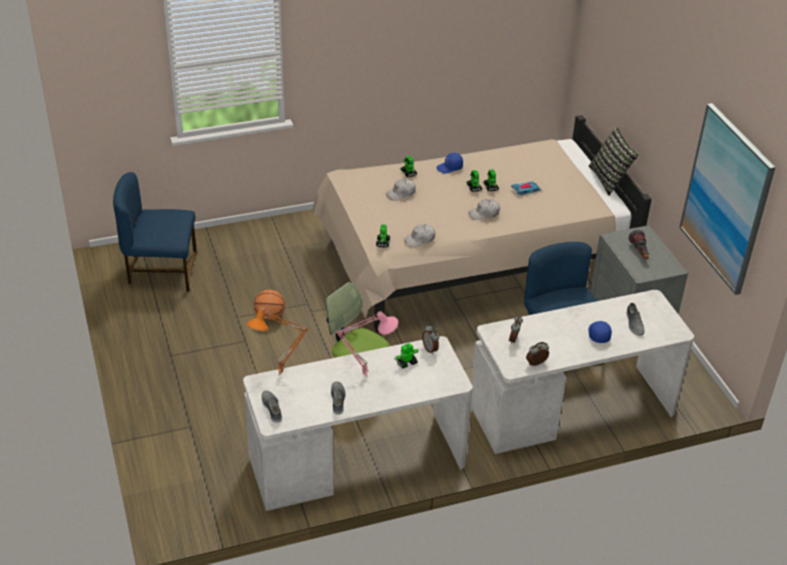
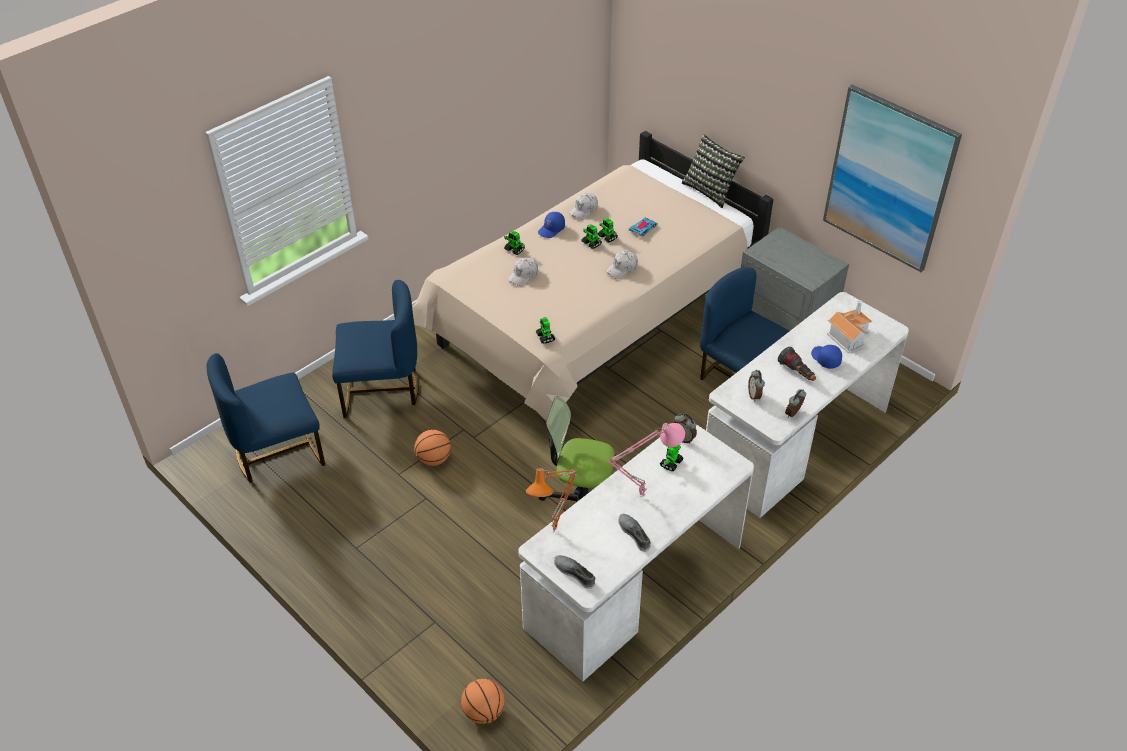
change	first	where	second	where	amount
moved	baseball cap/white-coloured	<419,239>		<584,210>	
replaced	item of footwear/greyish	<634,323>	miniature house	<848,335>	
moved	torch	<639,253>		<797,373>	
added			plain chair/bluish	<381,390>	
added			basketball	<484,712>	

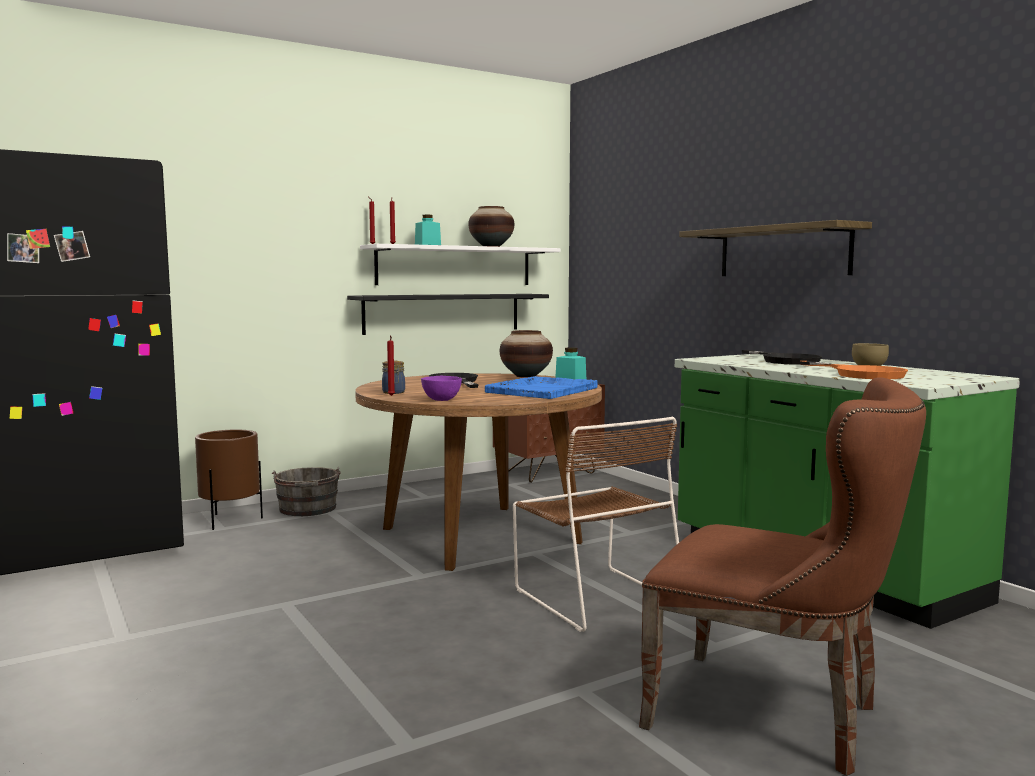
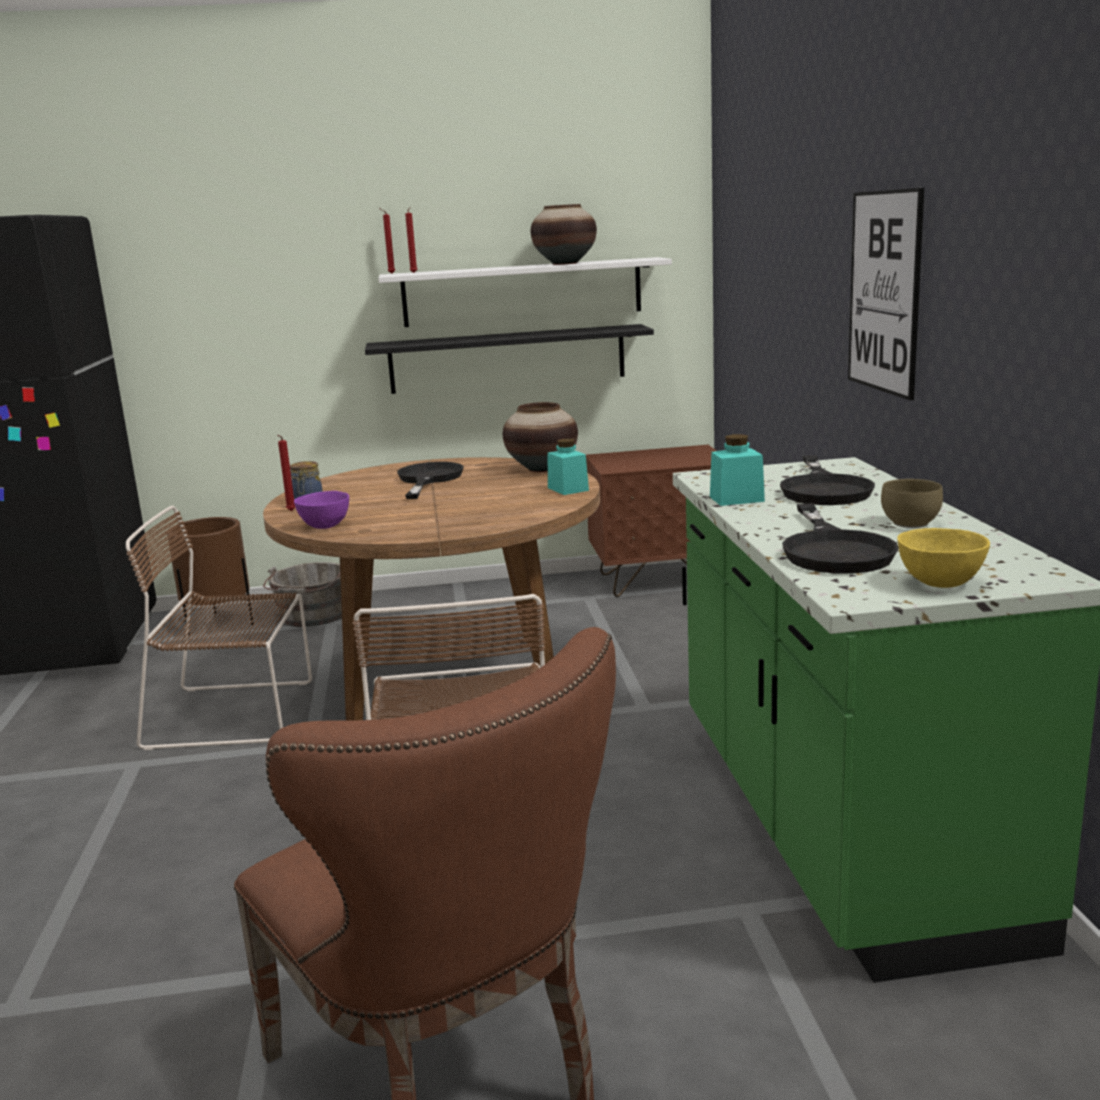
change	first	where	second	where	amount
moved	preserve jar/blue-green	<427,245>		<736,499>	
removed	tray/bluish	<543,390>			
replaced	wall shelf	<783,251>	wall picture	<884,292>	
recoloured	skillet/orange-coloured	<860,374>	skillet/black	<834,550>	
added			plain chair/brown	<237,714>	
added			bowl/yellow-coloured	<939,583>	

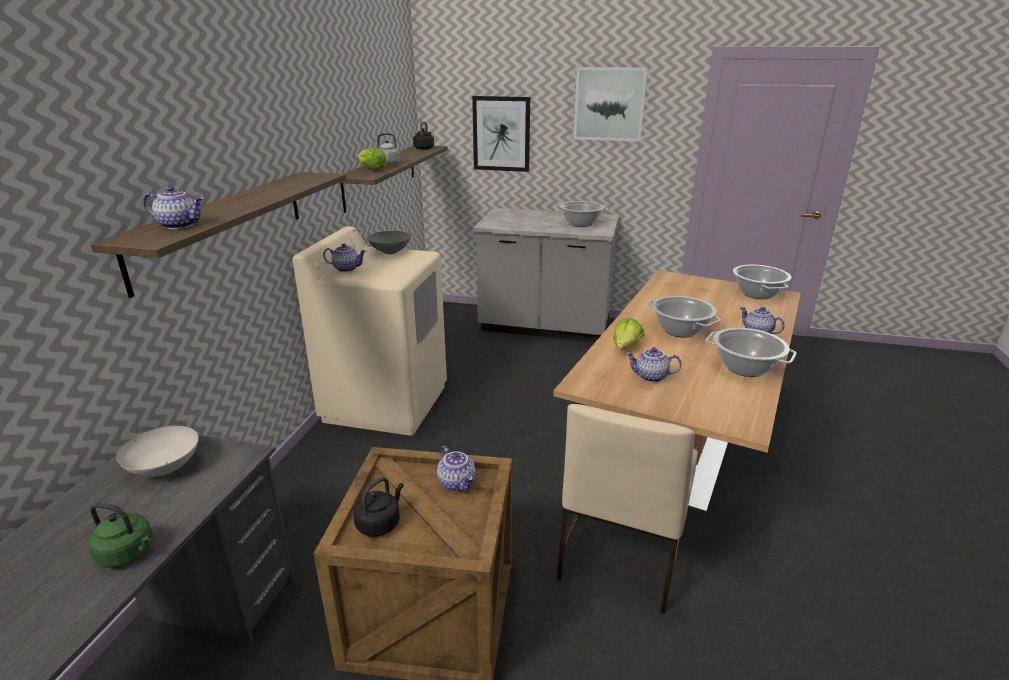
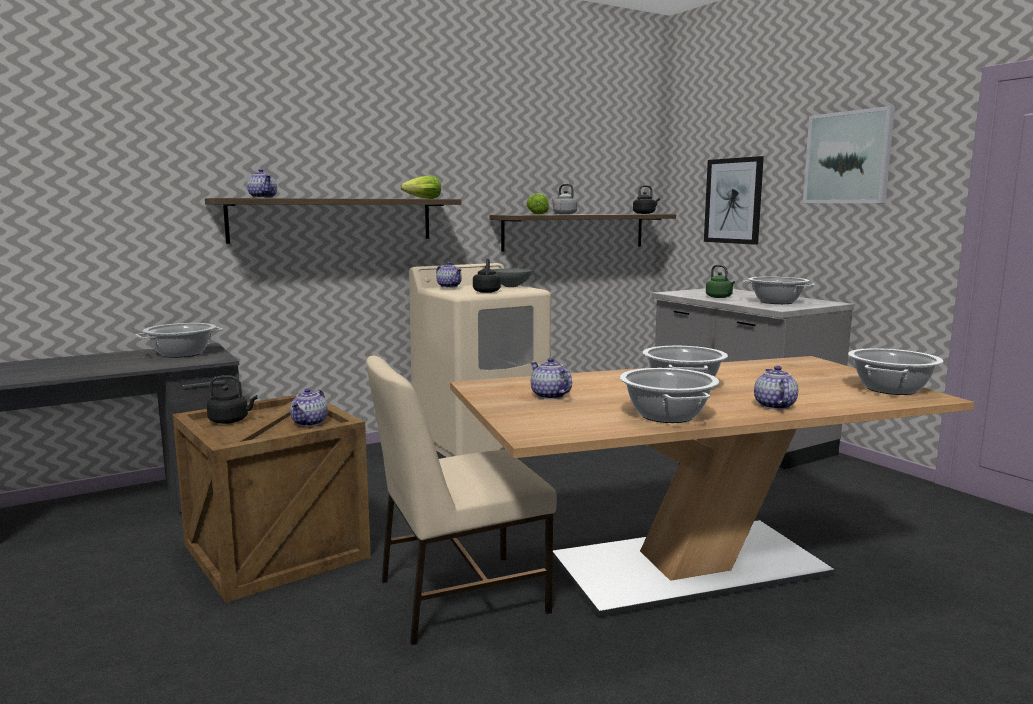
change	first	where	second	where	amount
moved	tea kettle/greenish	<129,554>		<720,297>	
replaced	bowl/white-coloured	<165,467>	saucepot	<182,354>	
moved	lettuce	<626,347>		<423,198>	
added			tea kettle/black	<486,291>	

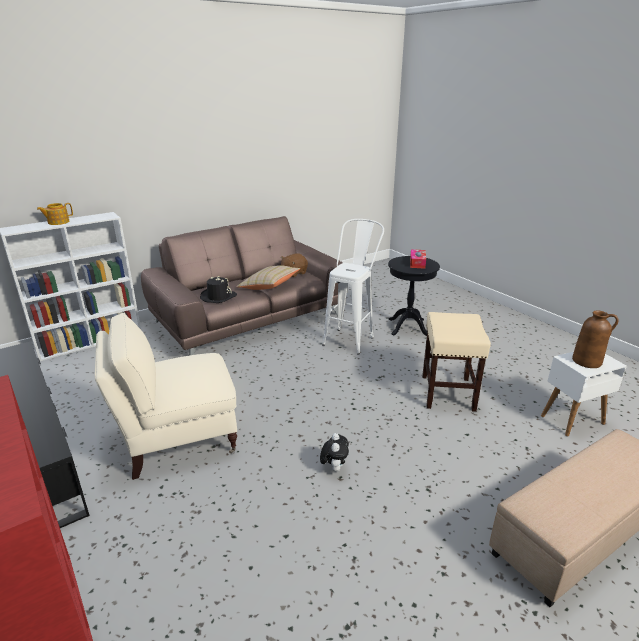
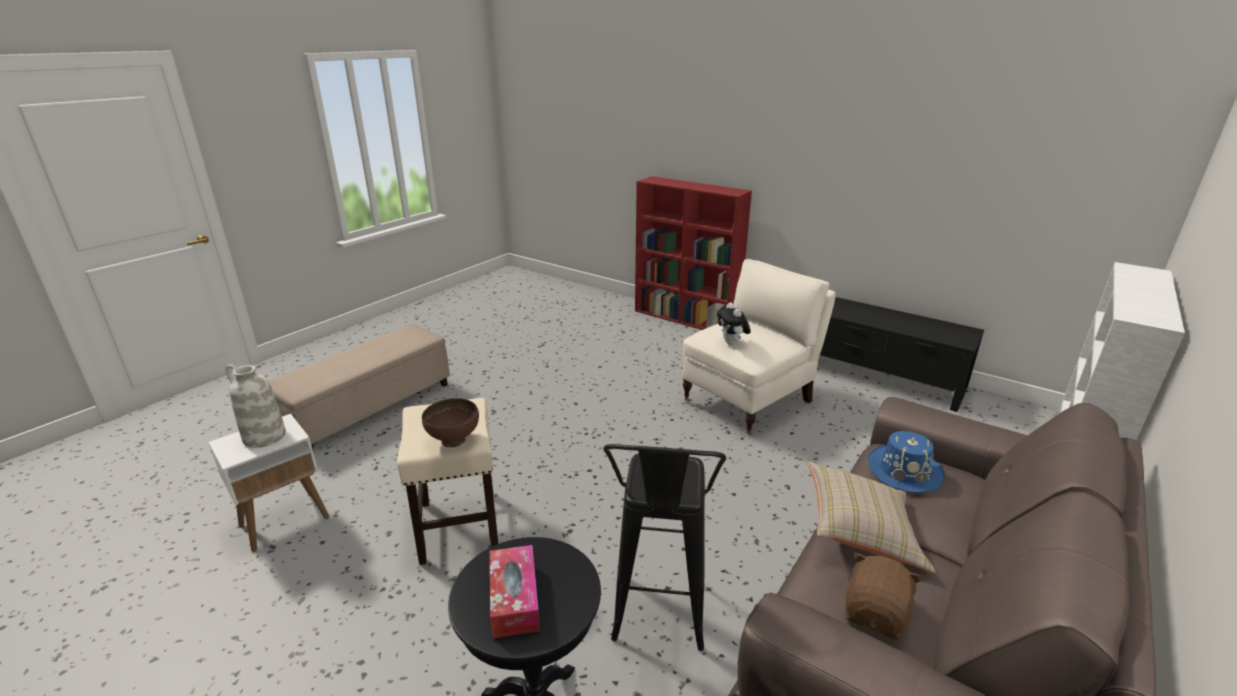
change	first	where	second	where	amount
removed	teapot	<58,222>			
recoloured	hat/black	<218,297>	hat/bluish	<904,470>	
moved	cuddly toy	<334,468>		<732,343>	
recoloured	stool/white-coloured	<351,338>	stool/black	<658,626>	
recoloured	flower vase/brown	<587,361>	flower vase/white-coloured	<263,437>	
added			bowl/brown	<454,440>	

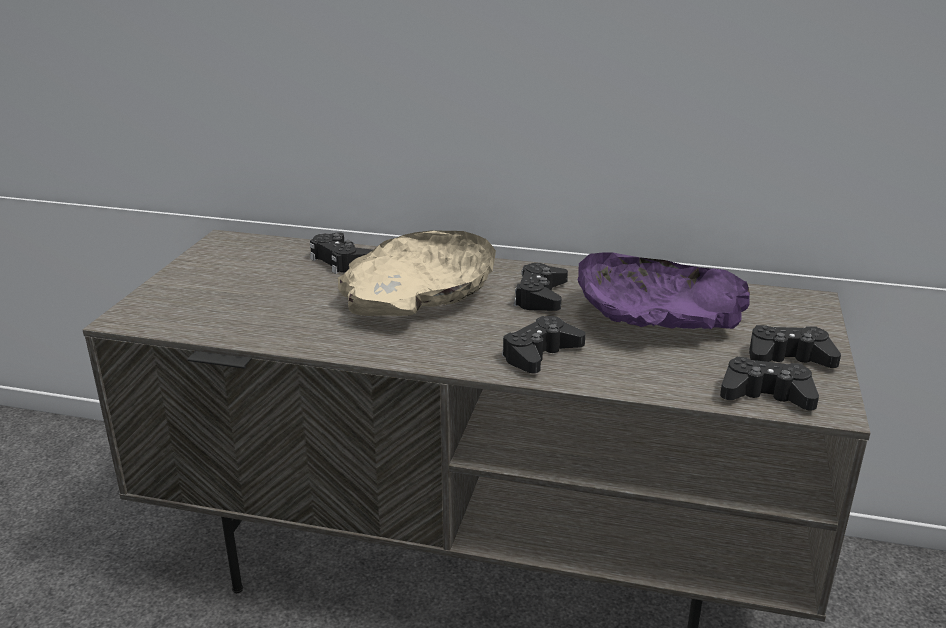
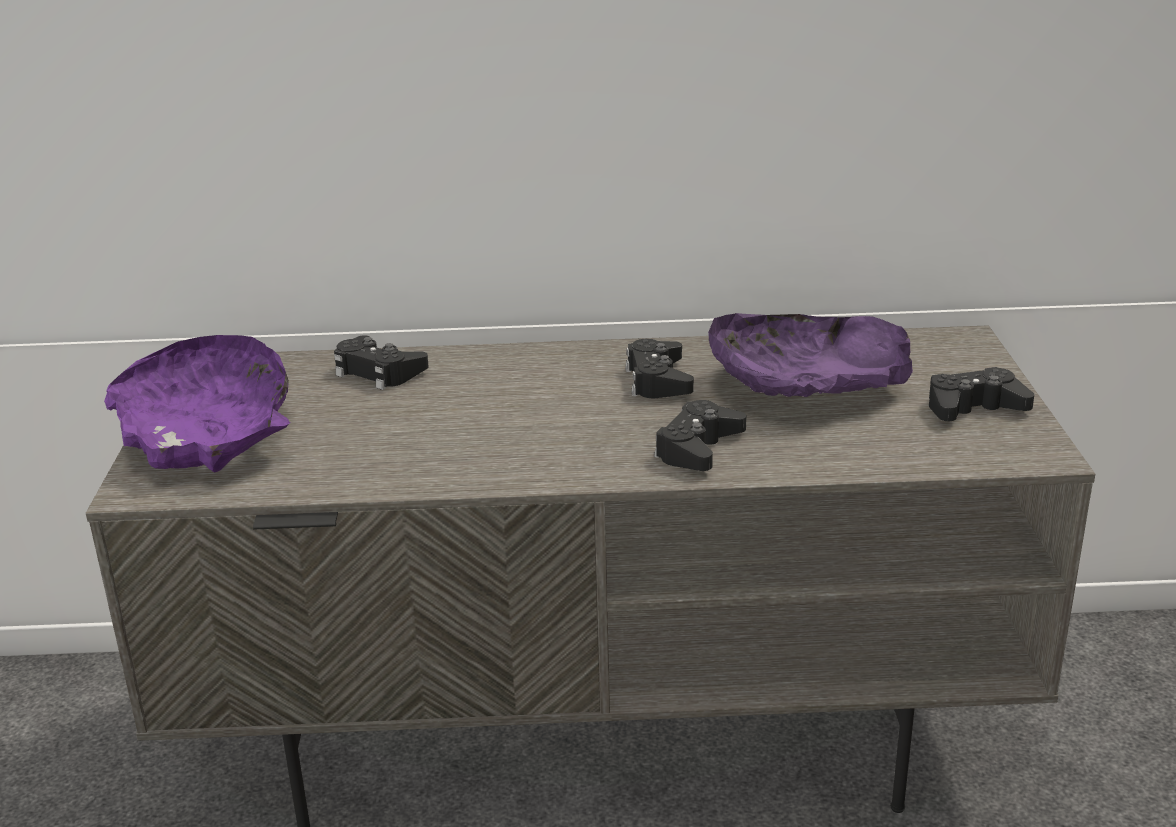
change	first	where	second	where	amount
removed	bowl/beige-coloured	<418,297>			
removed	game controller/black	<766,394>			
added			bowl/purple-coloured	<209,434>	

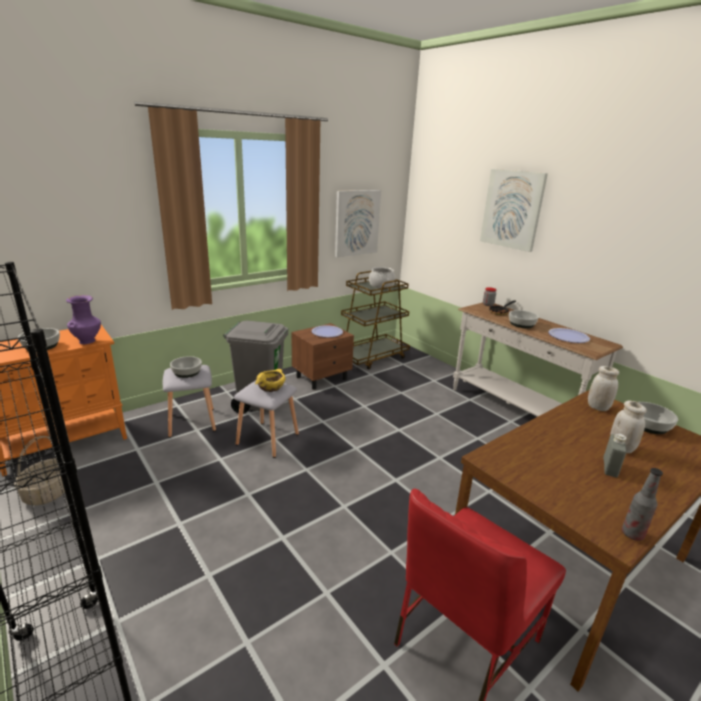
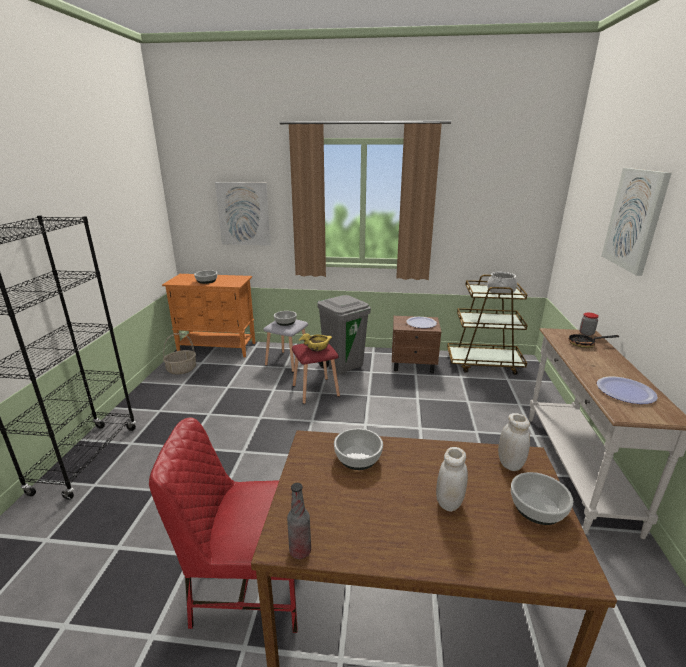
change	first	where	second	where	amount
removed	flower vase/purple-coloured	<87,341>			
recoloured	stool/greyish	<266,439>	stool/red-coloured	<315,390>	
moved	wall picture	<356,223>		<244,214>	
moved	bowl	<521,324>		<357,457>	
removed	drink bottle/greyish	<610,468>			

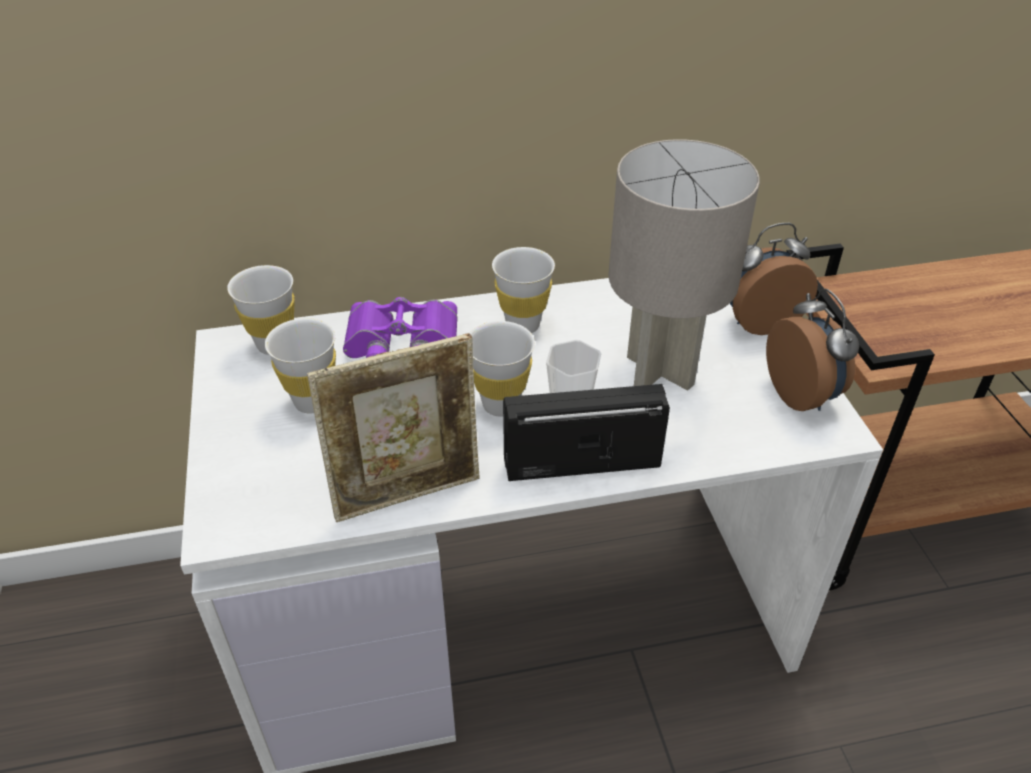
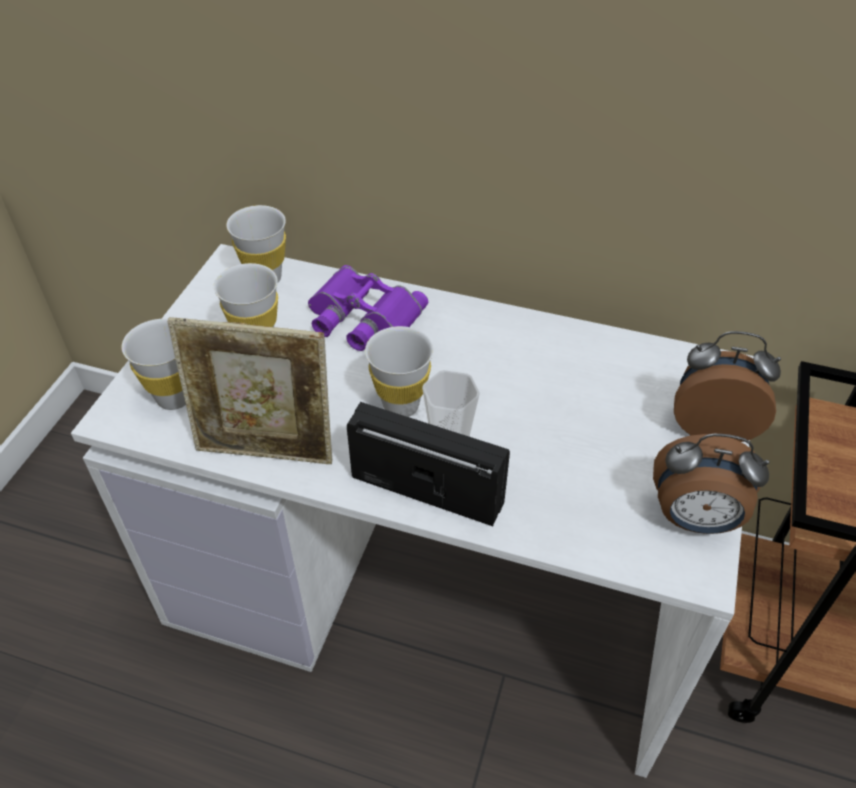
change	first	where	second	where	amount
moved	cup/white-coloured	<523,325>		<174,397>	
removed	table lamp/greyish	<661,371>			
turned	alarm clock	<803,395>		<694,519>	90 degrees clockwise

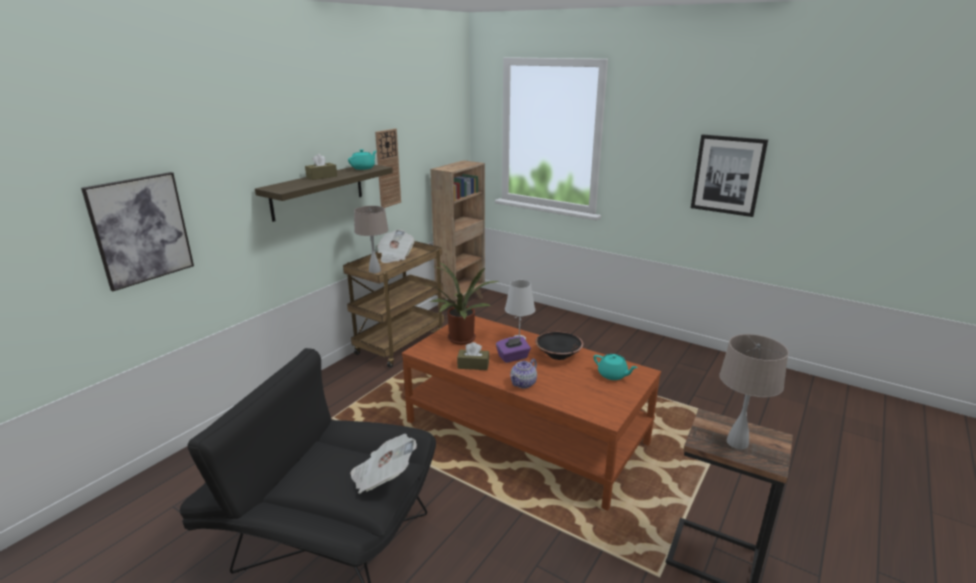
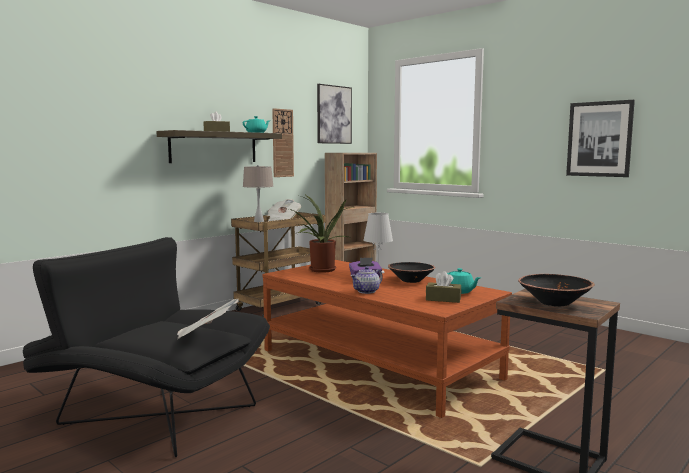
change	first	where	second	where	amount
moved	wall picture	<141,230>		<334,114>	
moved	box of tissues/brown	<473,365>		<443,299>	
replaced	table lamp/beige-coloured	<737,442>	bowl/black	<554,302>	

